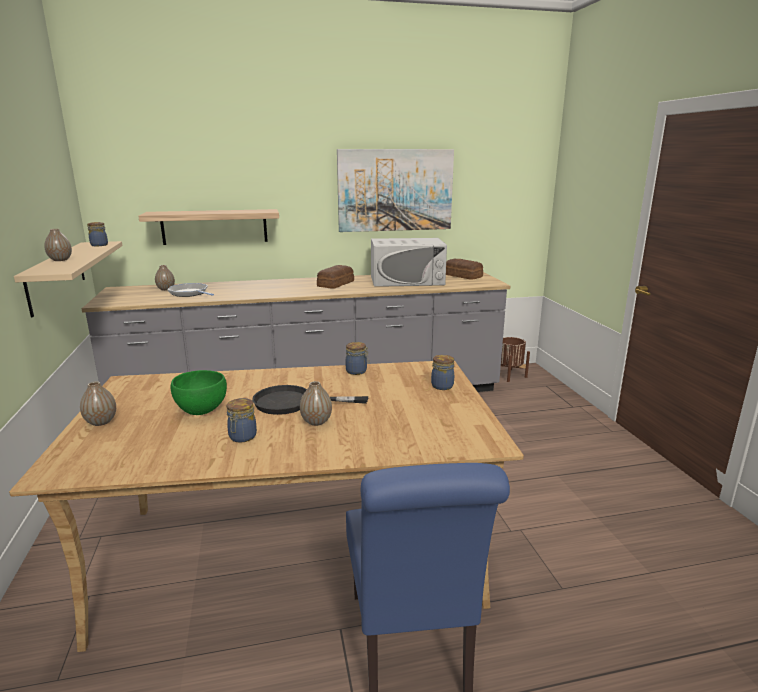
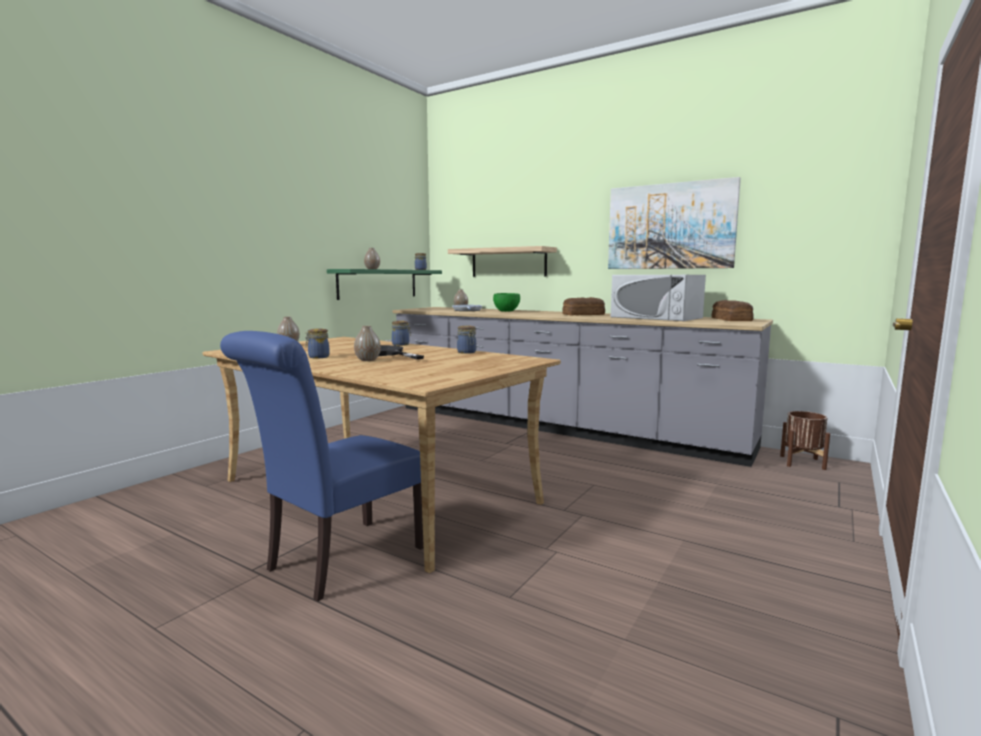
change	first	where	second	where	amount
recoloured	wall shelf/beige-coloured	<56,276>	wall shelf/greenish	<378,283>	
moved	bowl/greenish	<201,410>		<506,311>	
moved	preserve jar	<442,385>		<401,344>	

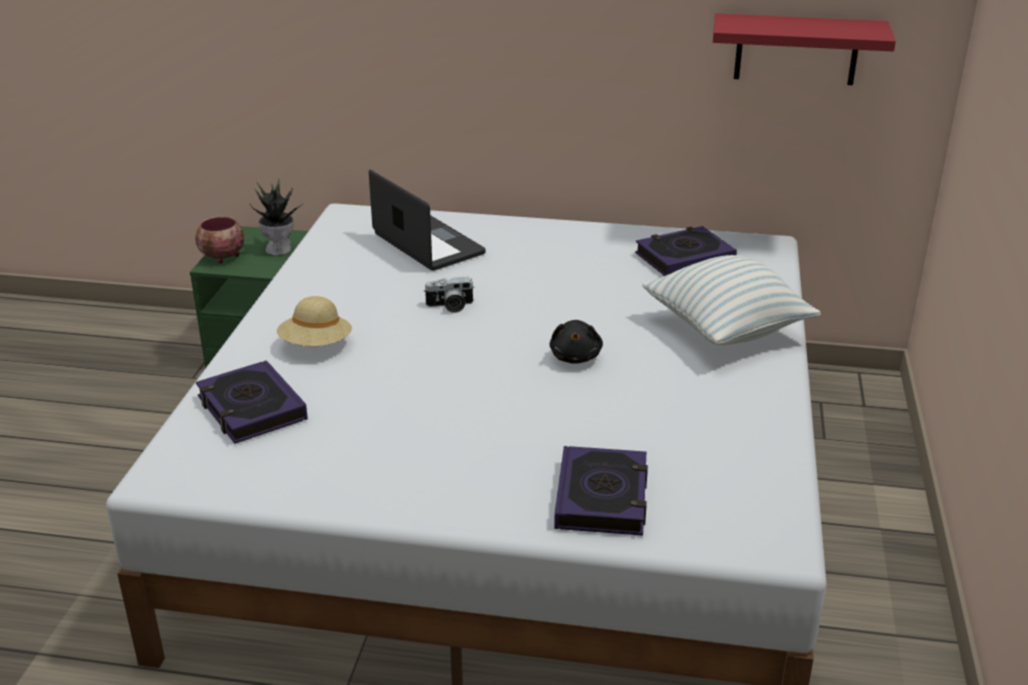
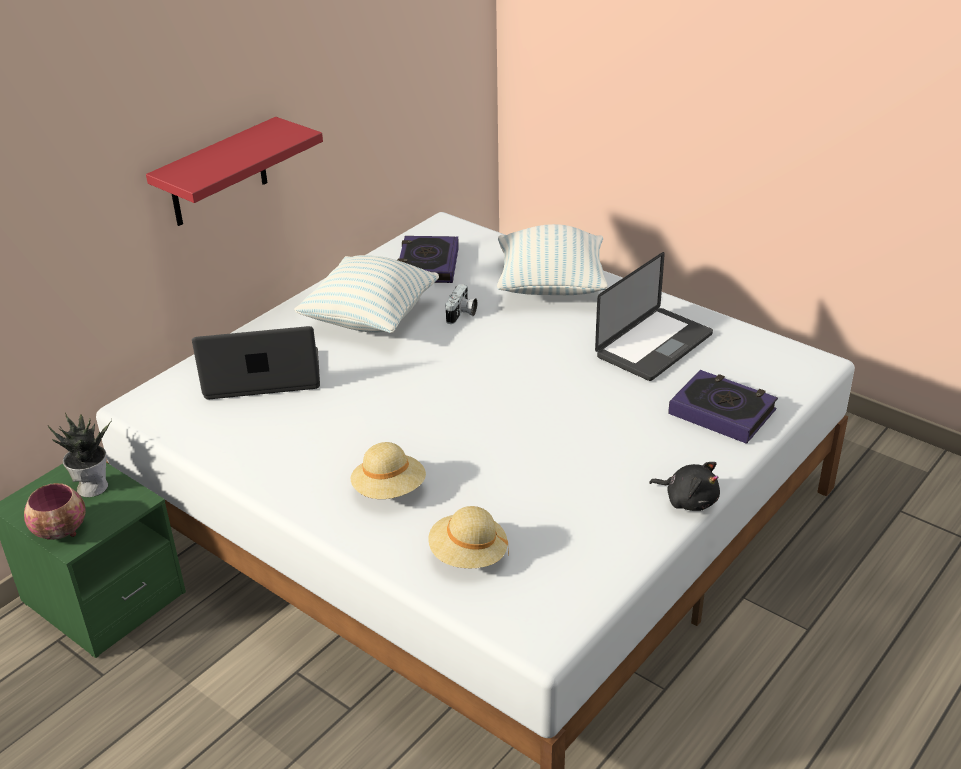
change	first	where	second	where	amount
replaced	book	<251,409>	hat/beige-coloured	<468,555>	
moved	still camera	<450,306>		<462,314>	
moved	cuddly toy/black	<575,357>		<688,500>	
moved	wall shelf/red-coloured	<796,49>		<218,174>	
added			pillow	<370,319>	
added			portable computer	<654,346>	

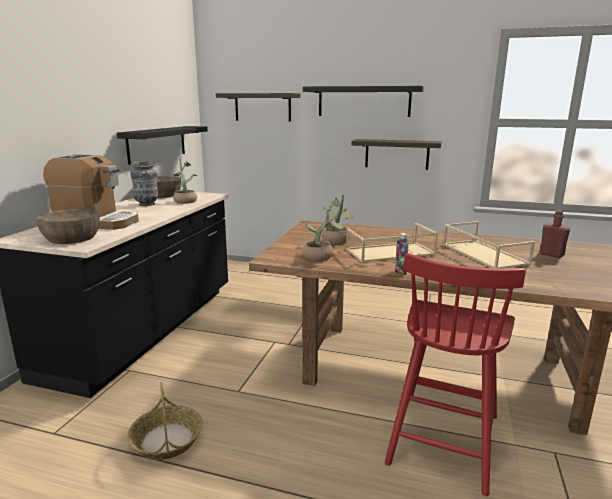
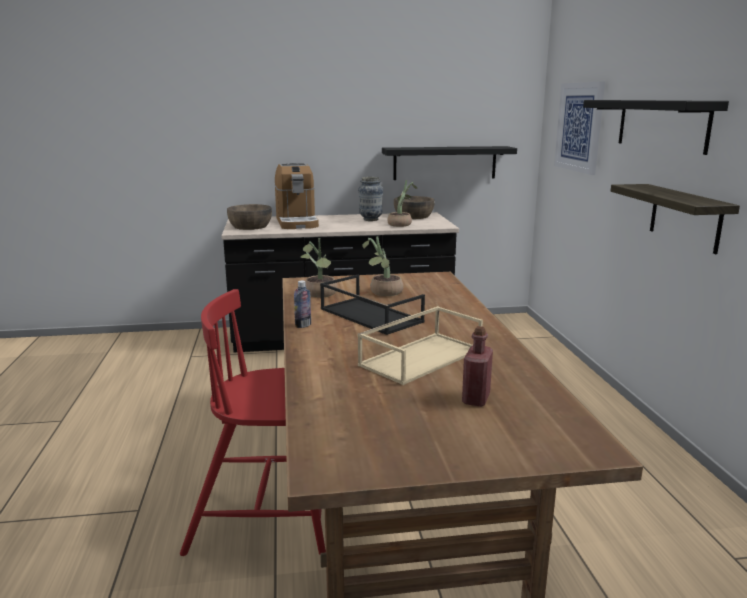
change	first	where	second	where	amount
removed	storage basket	<166,440>			
replaced	wall shelf	<262,107>	wall picture	<579,127>	
recoloured	tray/beige-coloured	<389,252>	tray/black	<369,315>	

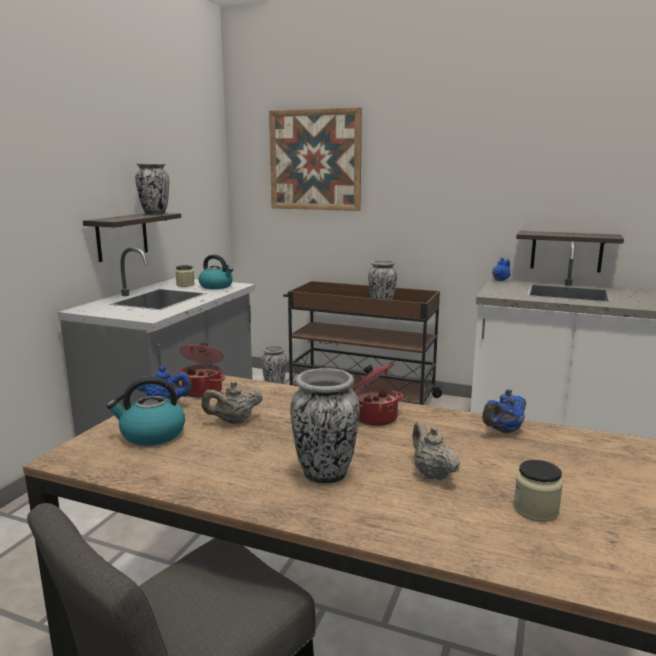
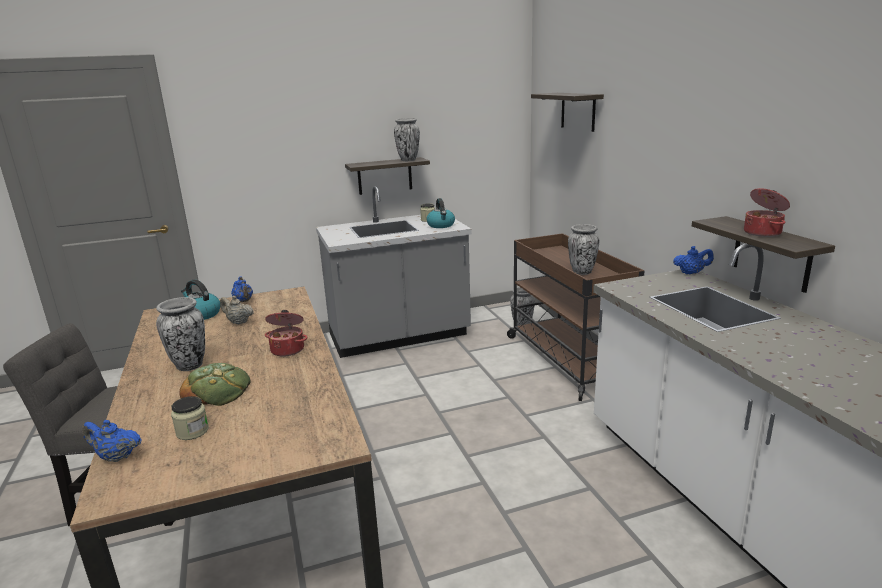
change	first	where	second	where	amount
moved	saucepot	<203,391>		<763,233>	
replaced	wall picture	<315,160>	wall shelf	<578,111>	
replaced	teapot/beige-coloured	<432,473>	baked bread	<217,390>	
moved	teapot/bluish	<503,431>		<116,457>	

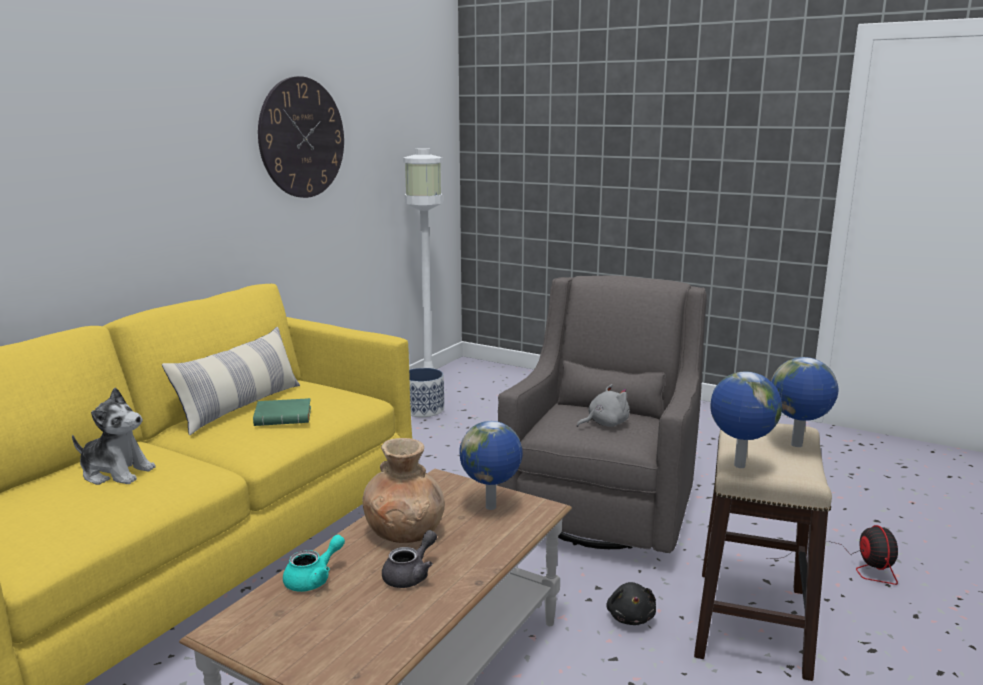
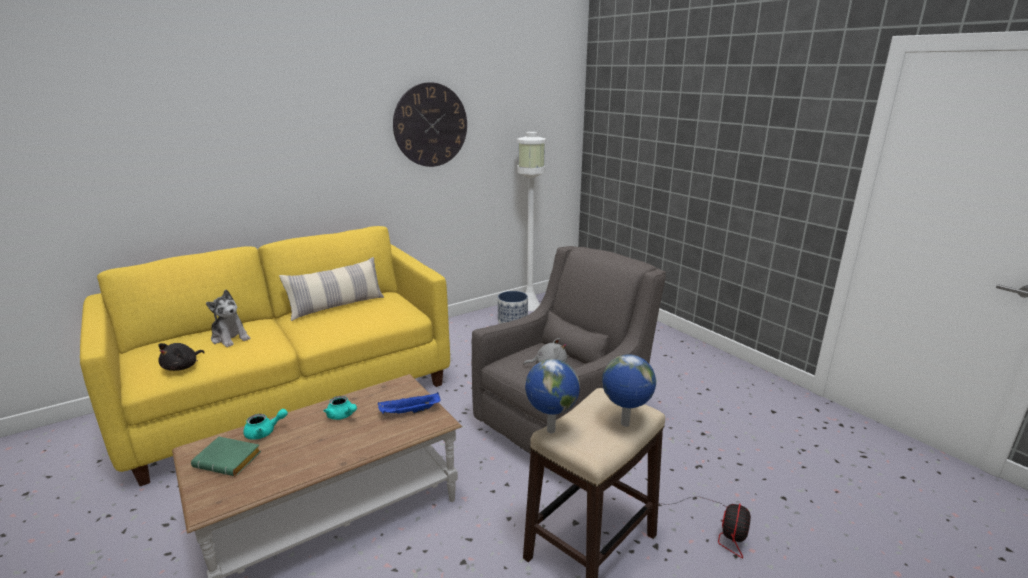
change	first	where	second	where	amount
moved	book/greenish	<285,417>		<230,460>	
replaced	flower vase/brown	<405,533>	teapot/blue-green	<342,416>	
removed	teapot/greyish	<411,575>			
replaced	desk globe	<491,508>	tray/bluish	<409,412>	
moved	cuddly toy/black	<630,617>		<182,367>	

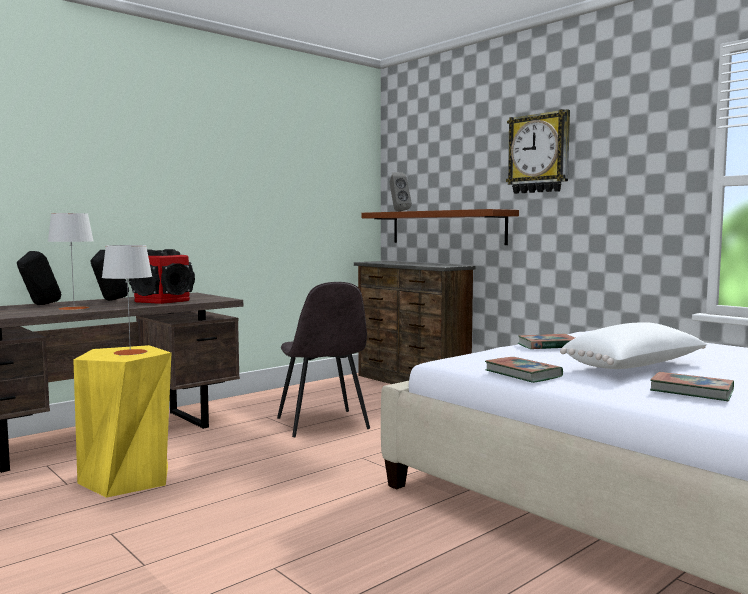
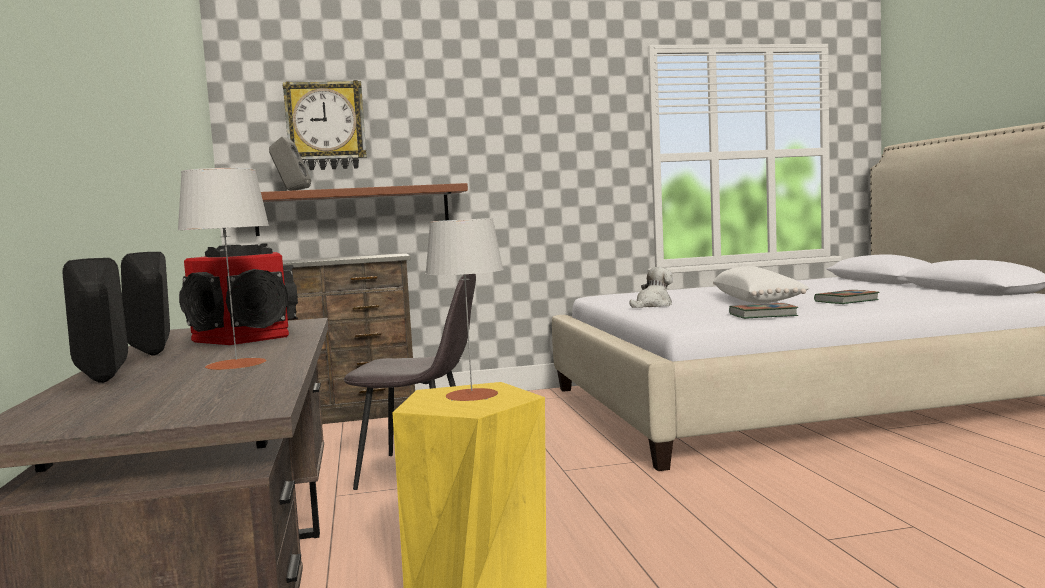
change	first	where	second	where	amount
moved	wall clock	<539,153>		<325,126>	
replaced	book	<548,346>	cuddly toy	<653,305>	

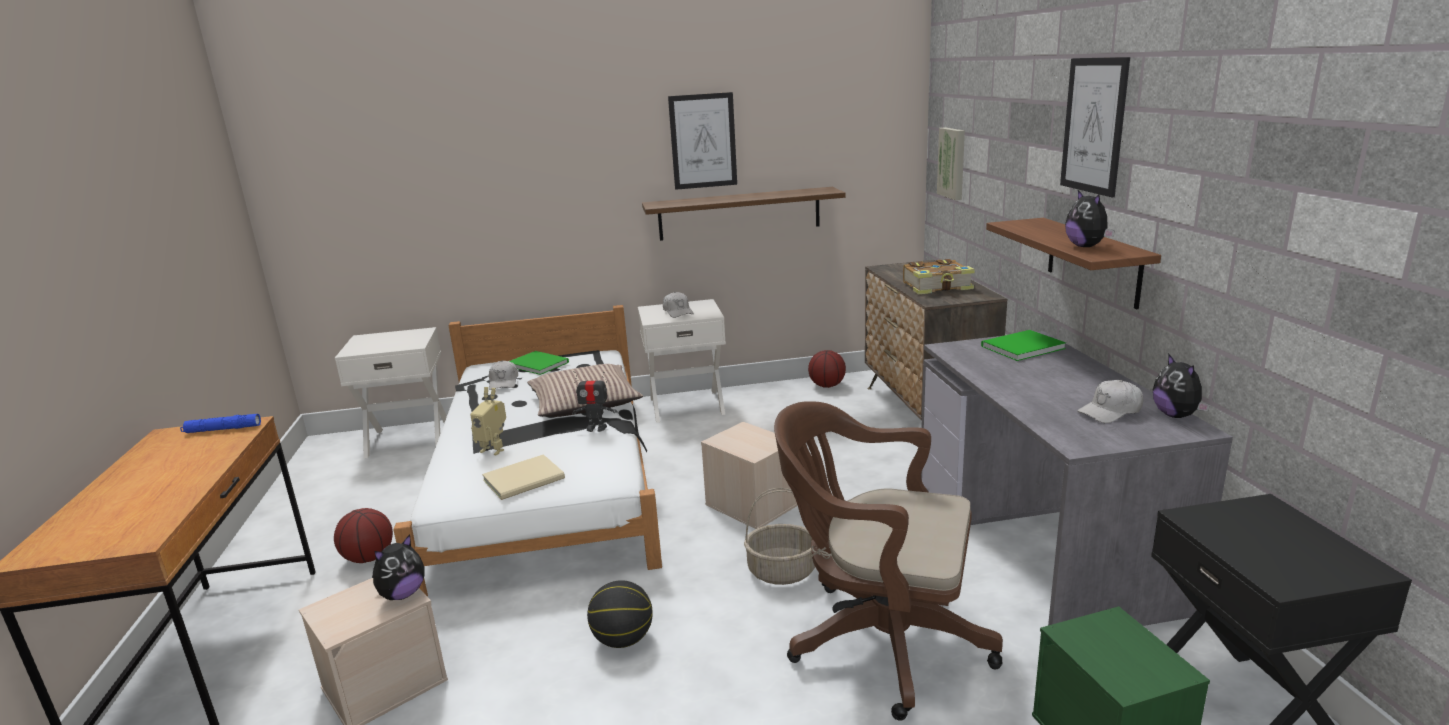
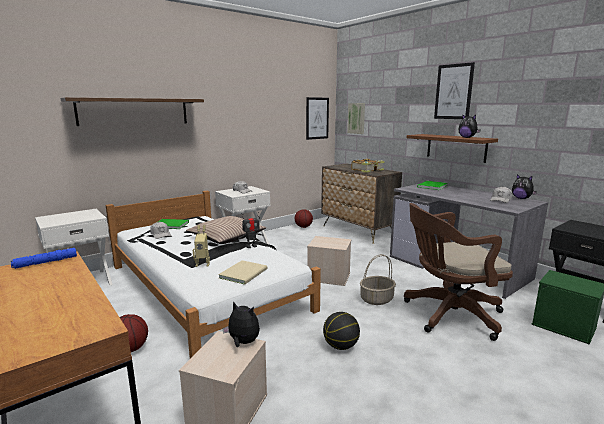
change	first	where	second	where	amount
turned	cuddly toy	<402,594>		<243,342>	75 degrees counterclockwise
moved	wall shelf	<739,213>		<134,111>	
moved	wall picture	<703,141>		<317,118>	

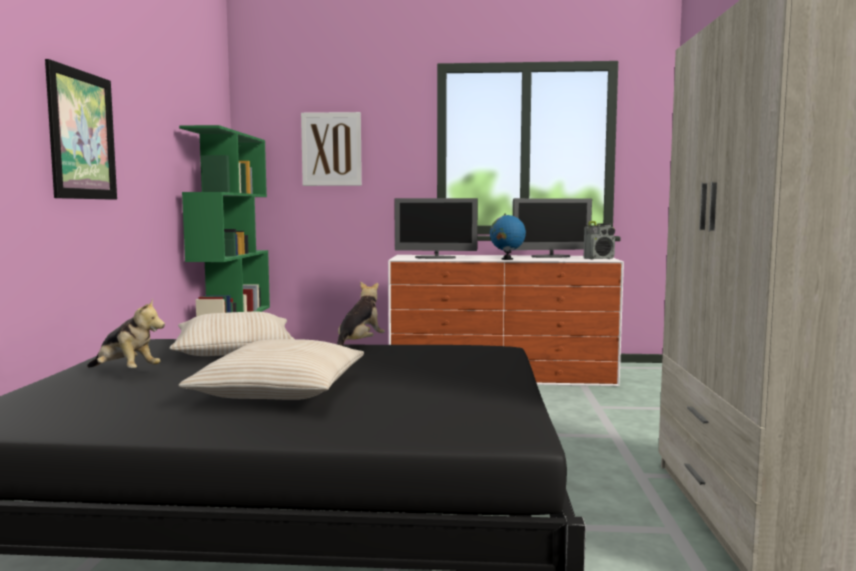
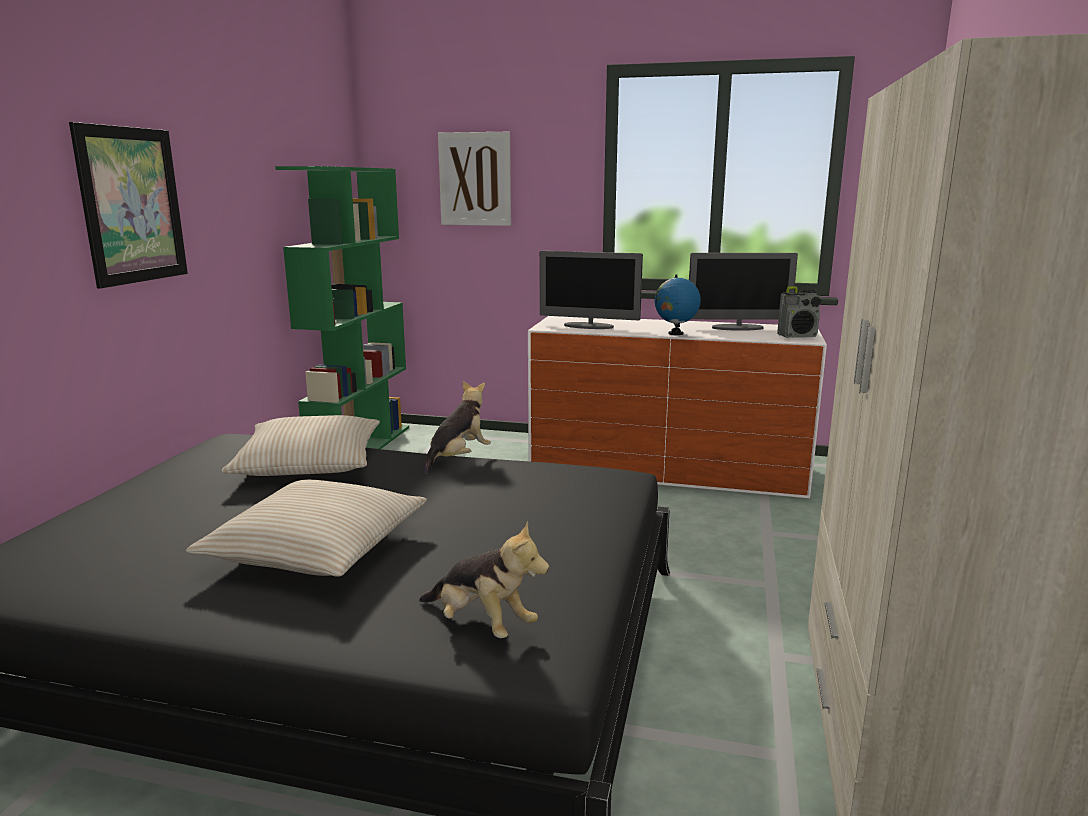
change	first	where	second	where	amount
moved	cuddly toy	<125,372>		<481,624>	

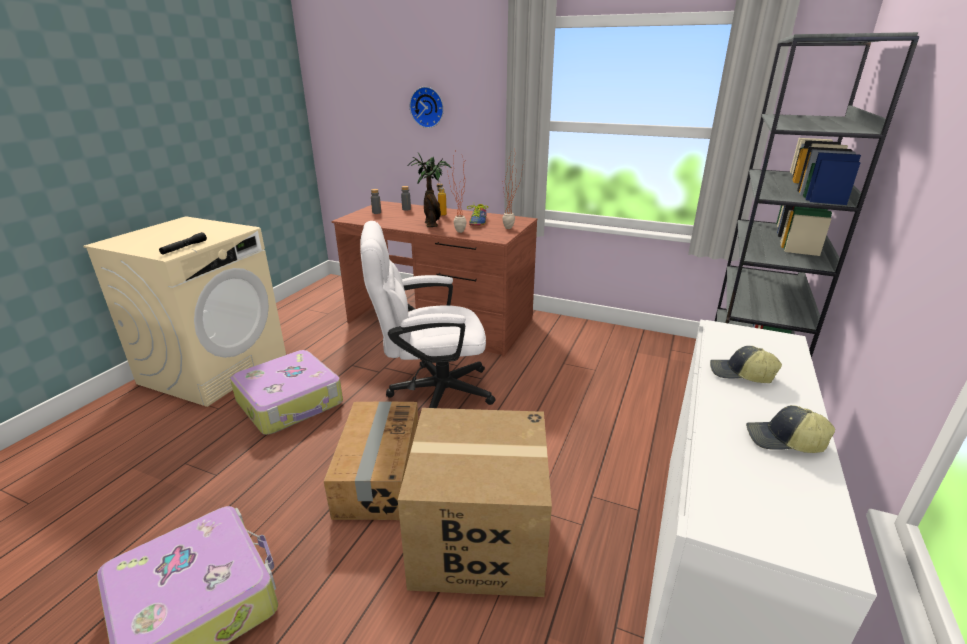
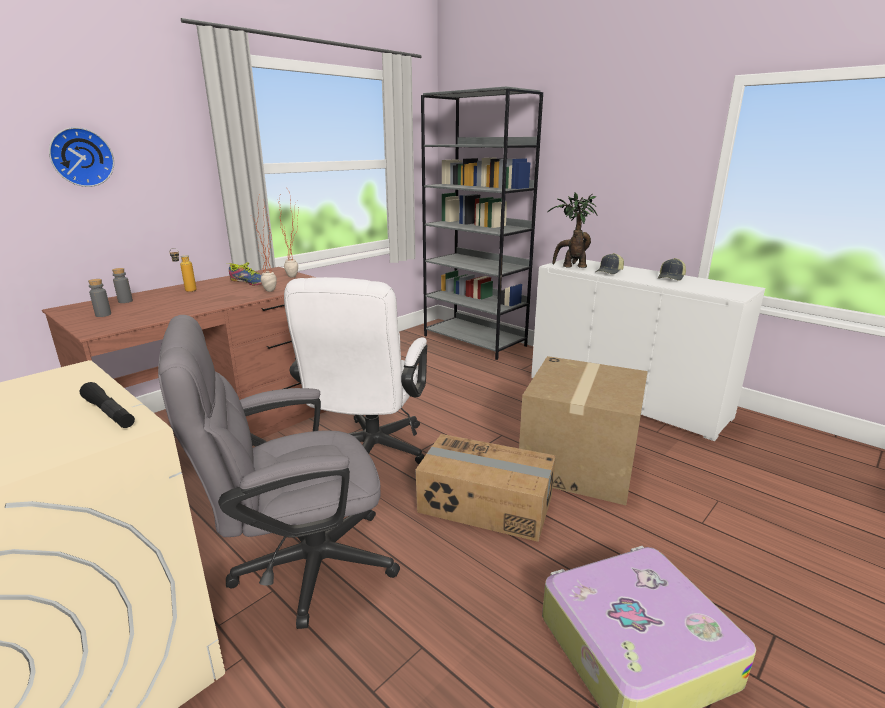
change	first	where	second	where	amount
replaced	suitcase	<291,402>	desk chair/greyish	<299,566>	
moved	plant in a pot	<432,224>		<571,267>	

